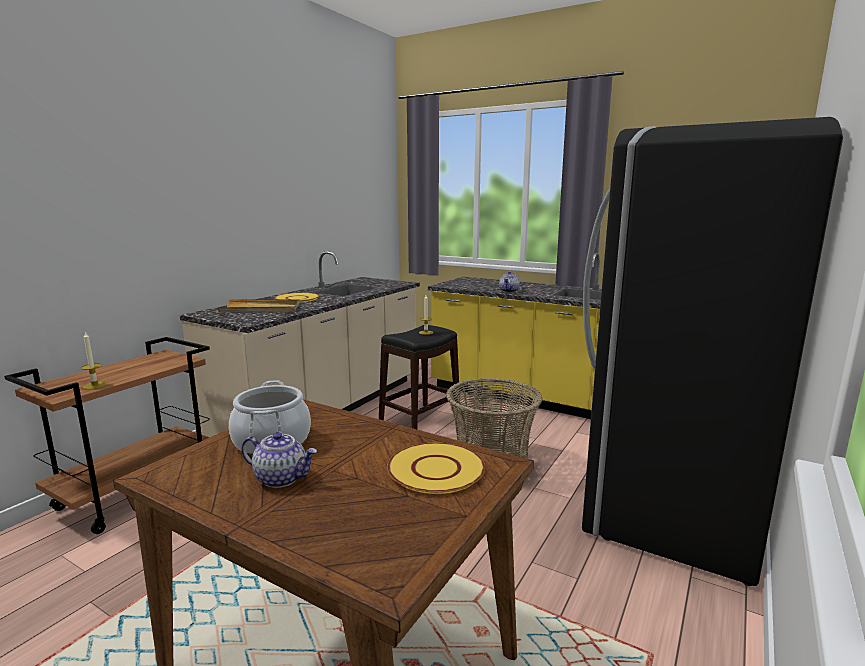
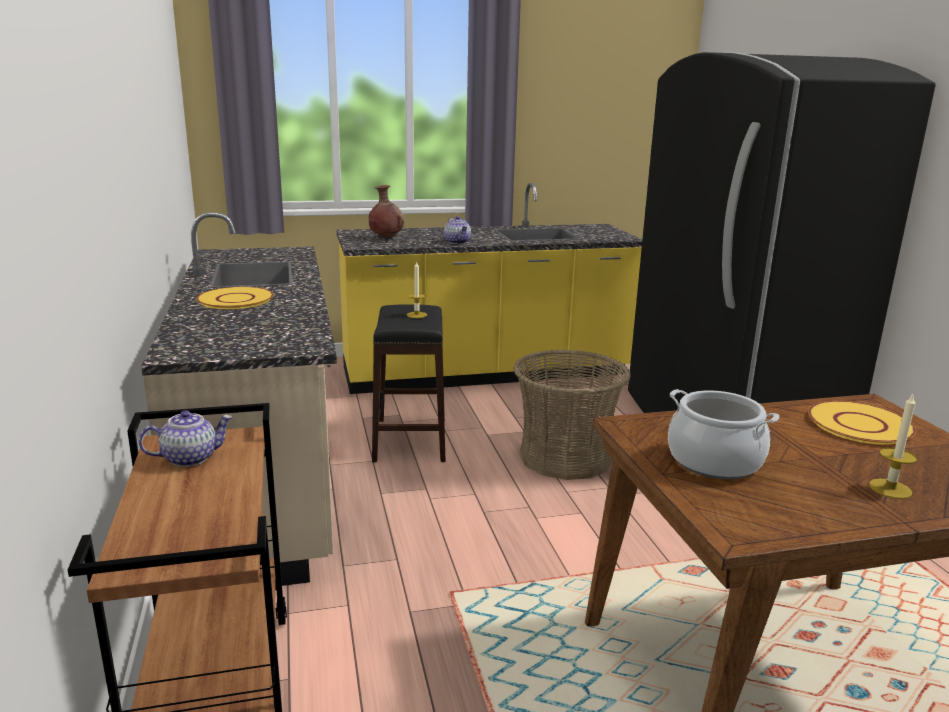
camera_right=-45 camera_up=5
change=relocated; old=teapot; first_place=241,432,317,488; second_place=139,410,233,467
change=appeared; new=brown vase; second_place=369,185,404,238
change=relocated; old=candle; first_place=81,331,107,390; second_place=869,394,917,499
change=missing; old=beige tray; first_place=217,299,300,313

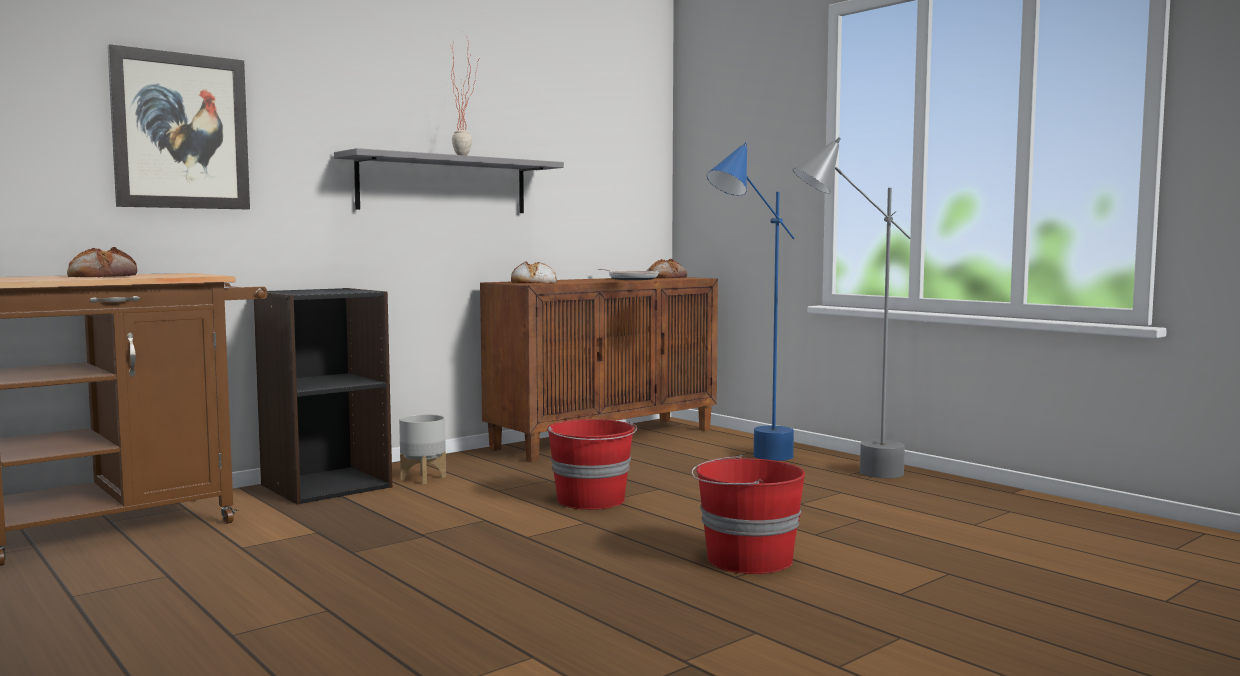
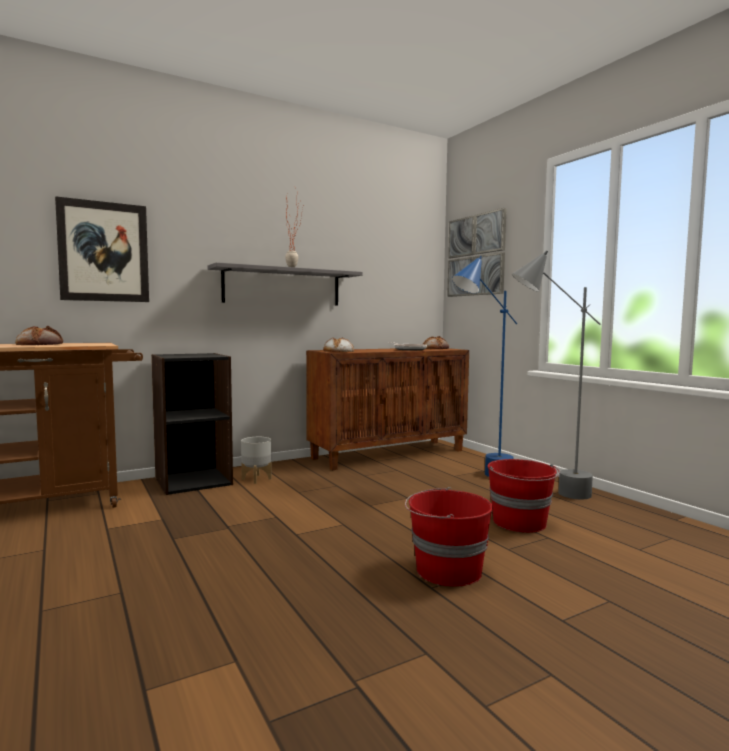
camera_right=10 camera_up=0
change=appeared; new=picture; second_place=447,208,507,297
change=relocated; old=red bucket; first_place=547,419,637,510; second_place=488,459,560,533

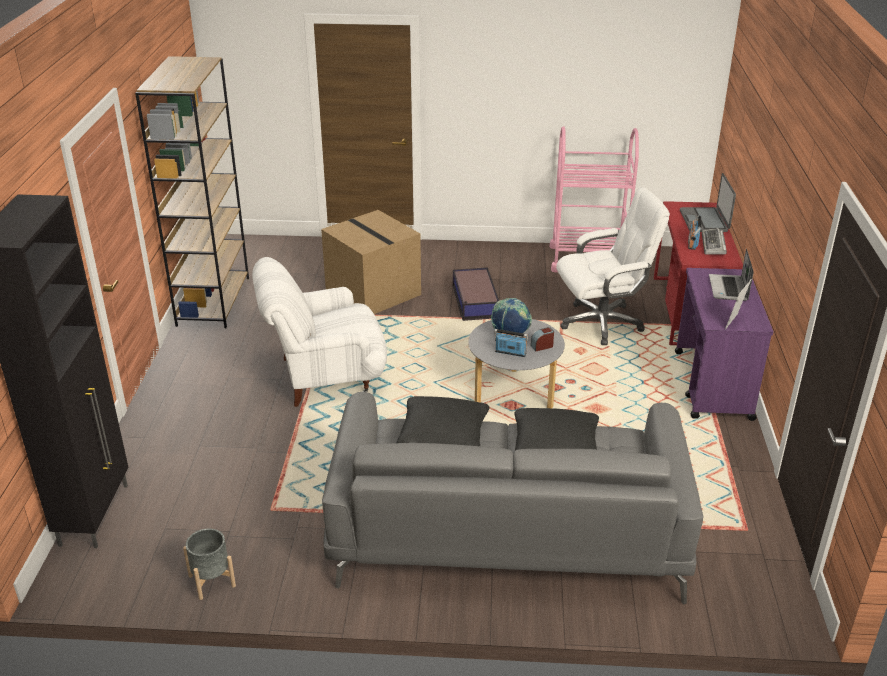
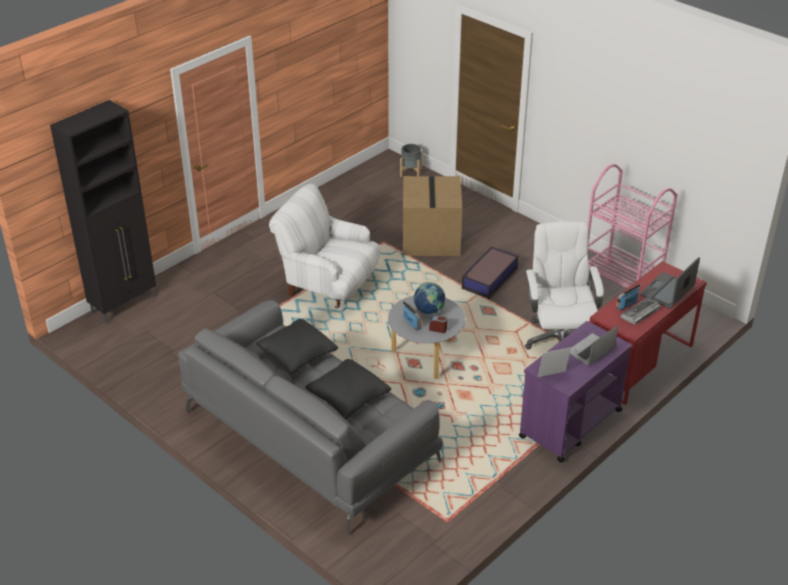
camera_right=40 camera_up=5
change=relocated; old=grey planter; first_place=183,528,236,600; second_place=400,144,422,177
change=spun; old=white office chair; first_place=556,187,670,345; second_place=525,221,604,350; degrees=-120
change=missing; old=brown bookcase; first_place=135,56,249,328

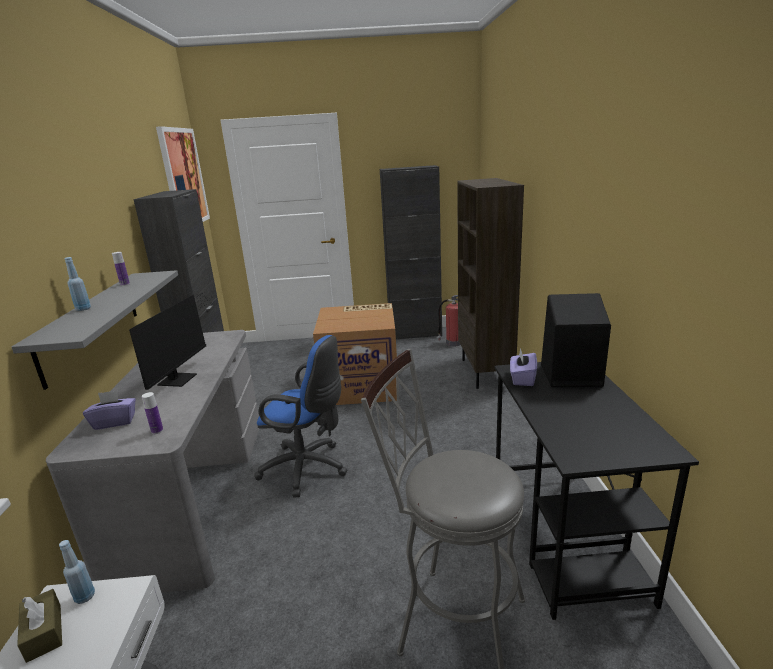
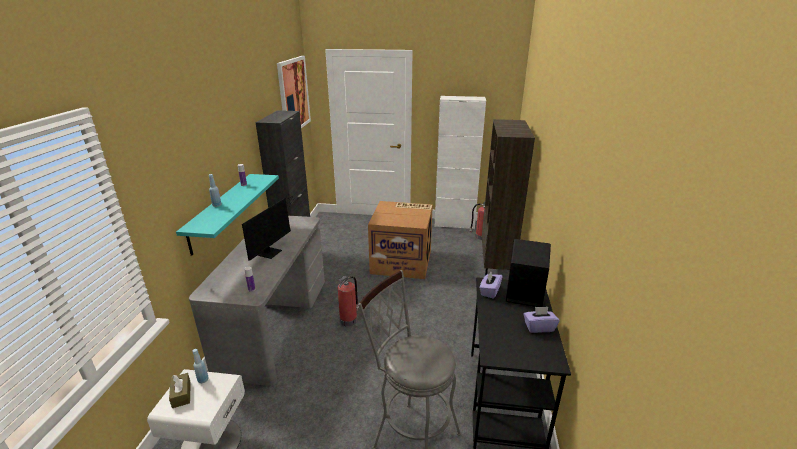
camera_right=10 camera_up=5
change=colour; old=grey shelf; new=turquoise shelf; first_place=12,270,178,390; second_place=176,174,279,256
change=exchanged; old=blue office chair; new=fire extinguisher; first_place=254,335,348,497; second_place=337,276,359,327
change=colour; old=black cabinet; new=white cabinet; first_place=380,165,442,339; second_place=435,96,486,229
change=relocated; old=purple tissue box; first_place=83,390,136,430; second_place=524,307,560,333

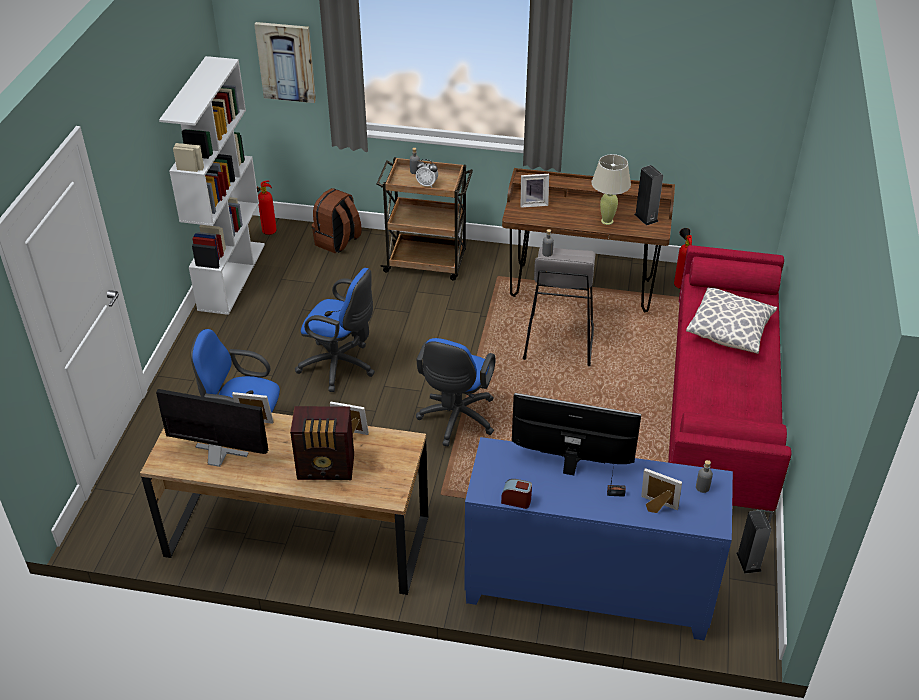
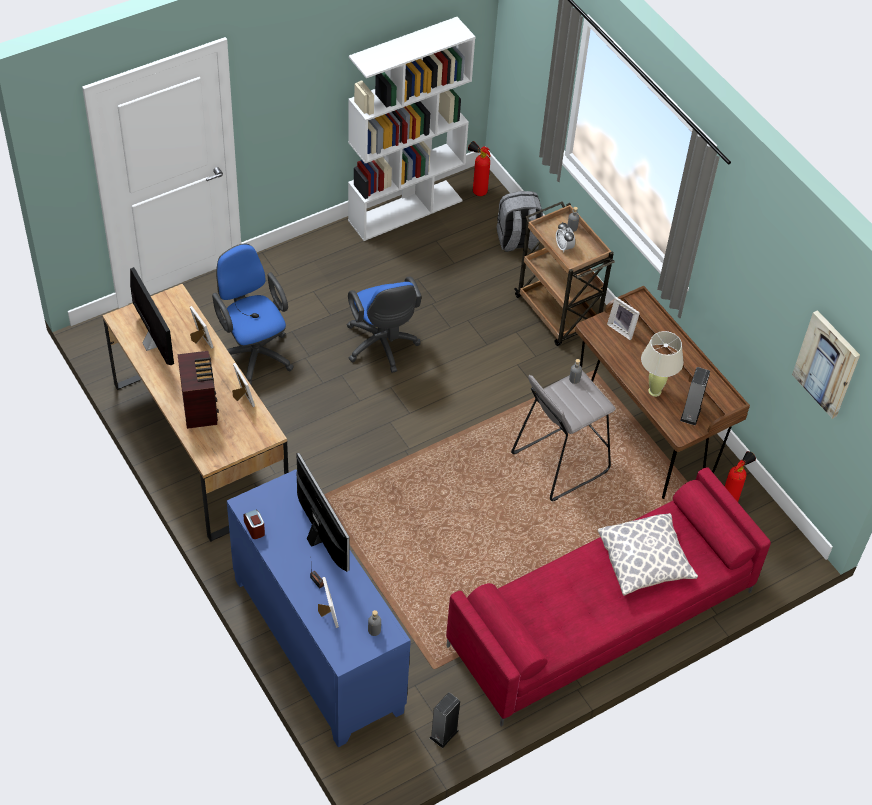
camera_right=45 camera_up=10
change=spun; old=radio; first_place=290,406,354,480; second_place=178,351,219,429; degrees=-150
change=colour; old=brown backpack; new=grey backpack; first_place=312,188,362,253; second_place=497,191,543,252
change=relocated; old=picture; first_place=254,22,316,103; second_place=792,310,860,419
change=missing; old=blue office chair; first_place=416,338,496,446

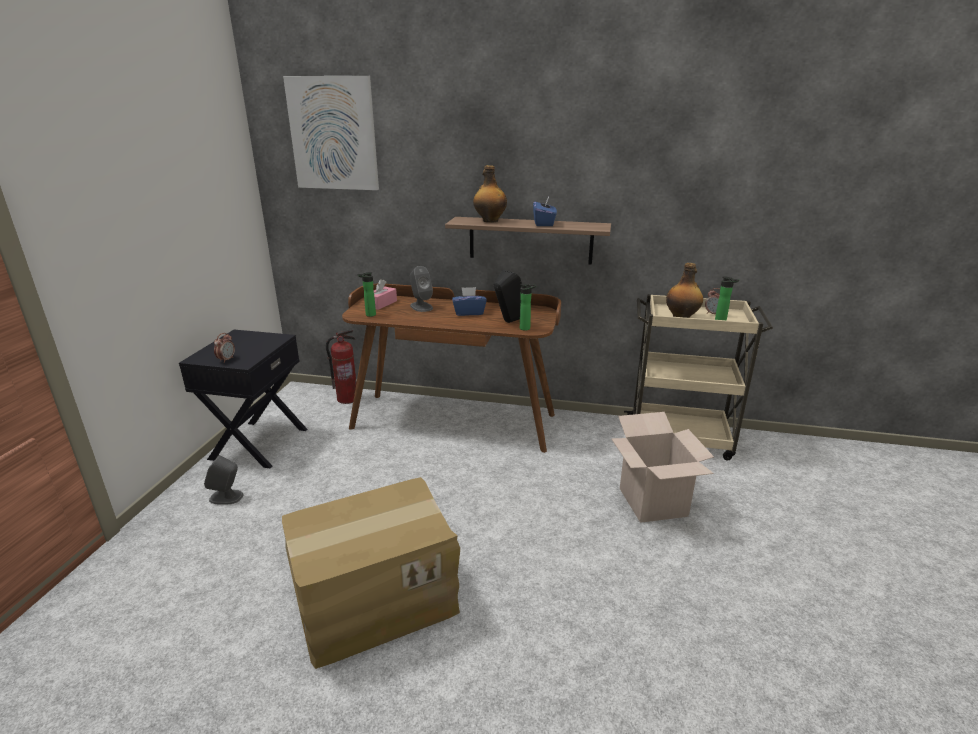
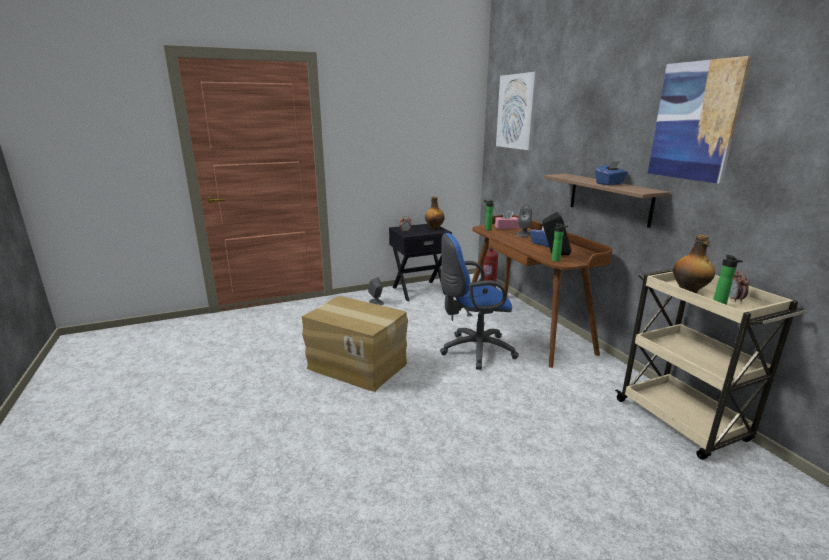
camera_right=55 camera_up=-5
change=relocated; old=bottle; first_place=473,165,507,222; second_place=425,197,445,230
change=appeared; new=blue office chair; second_place=440,233,519,370
change=appeared; new=picture; second_place=648,56,752,184
change=missing; old=cardboard box; first_place=611,412,714,523

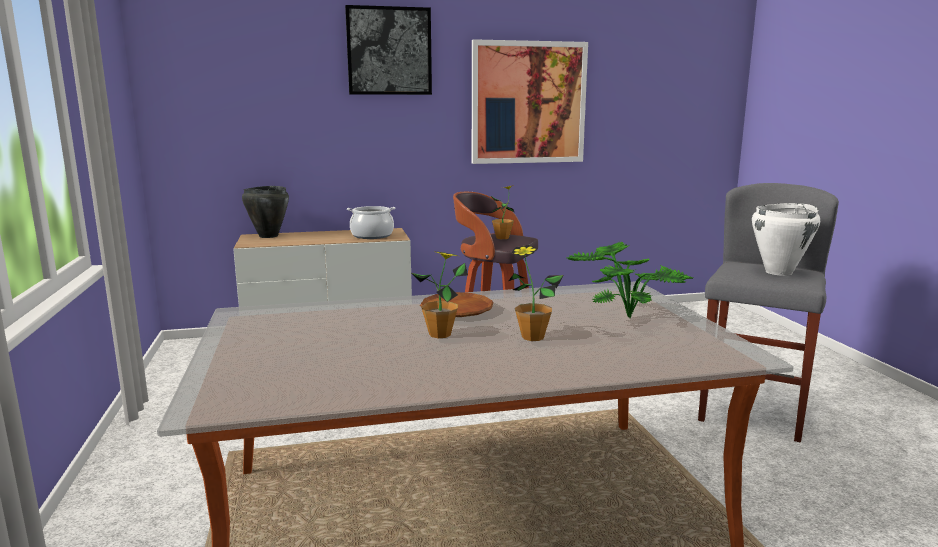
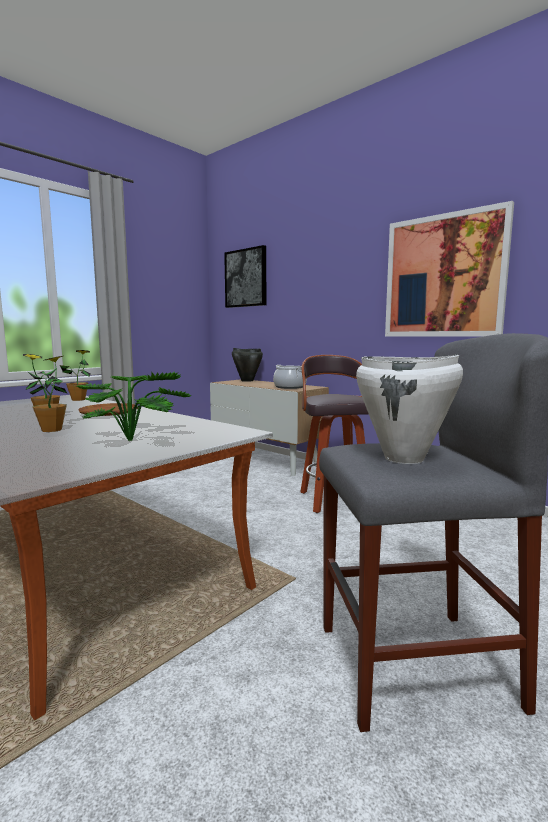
camera_right=55 camera_up=-5
change=relocated; old=potted plant; first_place=490,185,514,239; second_place=59,350,91,401
change=relocated; old=picture; first_place=345,5,432,95; second_place=224,245,266,308

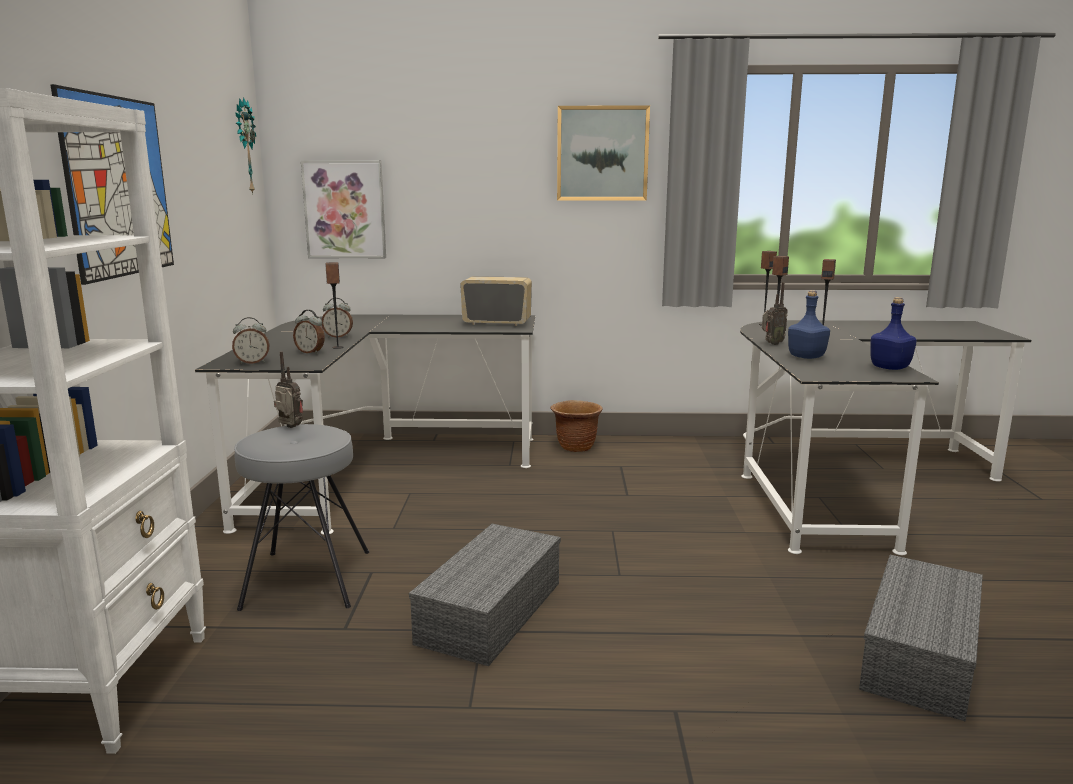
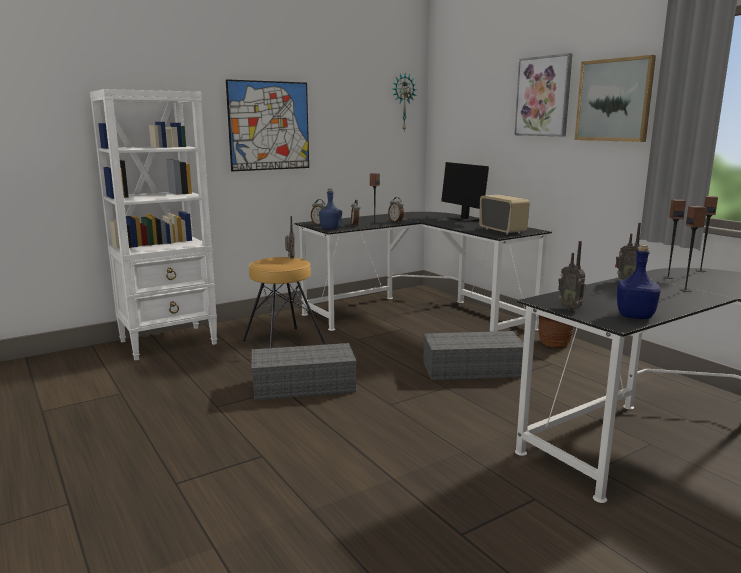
camera_right=55 camera_up=0
change=colour; old=grey stool; new=brown stool; first_place=234,424,369,611; second_place=243,257,325,348
change=relocated; old=blue bottle; first_place=788,290,830,359; second_place=319,188,342,229
change=relocated; old=grey storage box; first_place=859,555,983,722; second_place=423,331,524,380
change=appeared; new=monitor; second_place=441,162,489,222
change=relocated; old=picture; first_place=301,160,386,258; second_place=514,53,572,136
change=appeared; new=radio; second_place=558,241,586,310

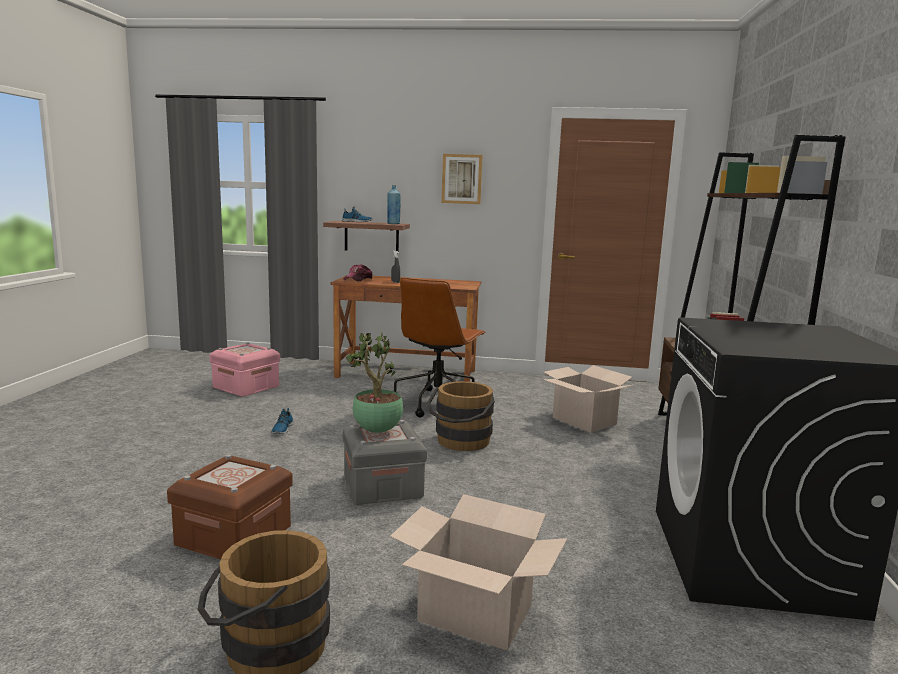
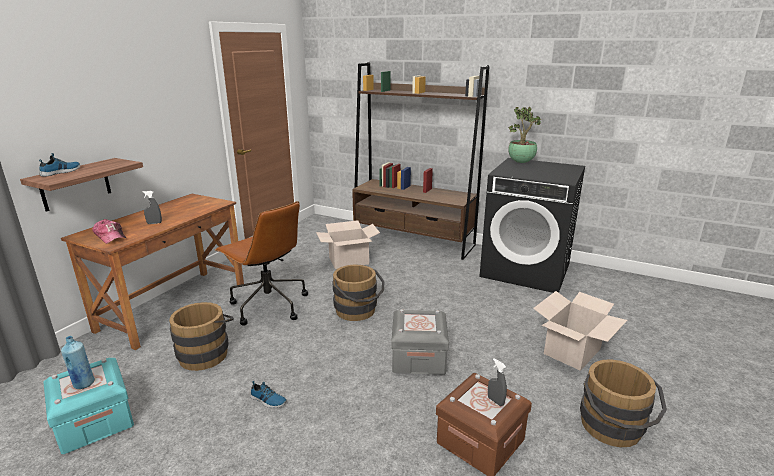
camera_right=-70 camera_up=10
change=colour; old=pink storage box; new=turquoise storage box; first_place=209,342,280,397; second_place=43,358,134,454
change=relocated; old=blue bottle; first_place=387,185,401,224; second_place=61,336,95,389
change=appeared; new=brown bucket; second_place=169,302,234,371
change=appeared; new=grey spray bottle; second_place=488,359,507,406
change=relocated; old=potted plant; first_place=346,332,403,433; second_place=508,107,541,163
change=missing; old=picture; first_place=441,154,483,204

